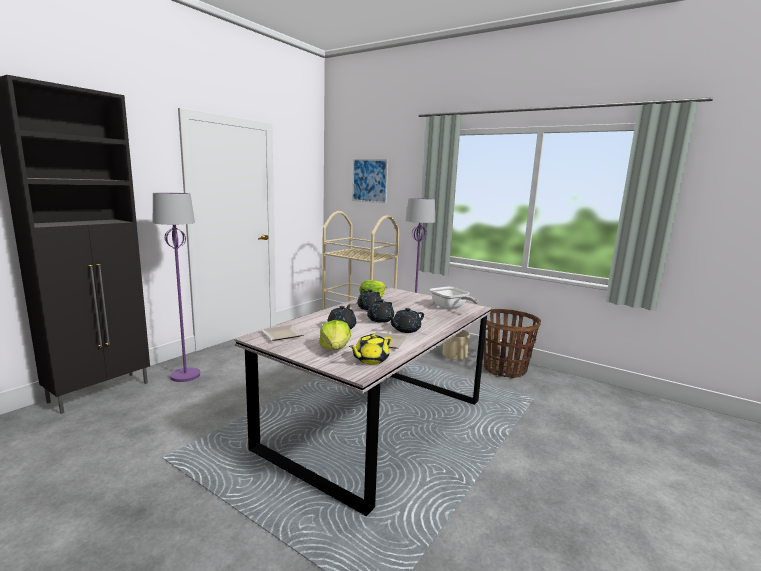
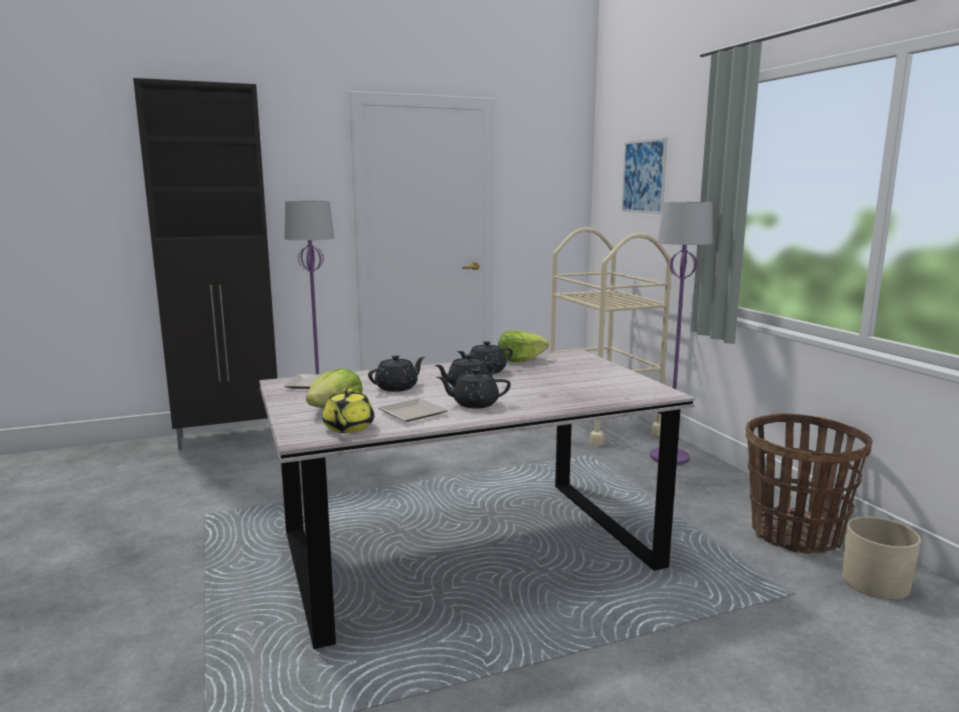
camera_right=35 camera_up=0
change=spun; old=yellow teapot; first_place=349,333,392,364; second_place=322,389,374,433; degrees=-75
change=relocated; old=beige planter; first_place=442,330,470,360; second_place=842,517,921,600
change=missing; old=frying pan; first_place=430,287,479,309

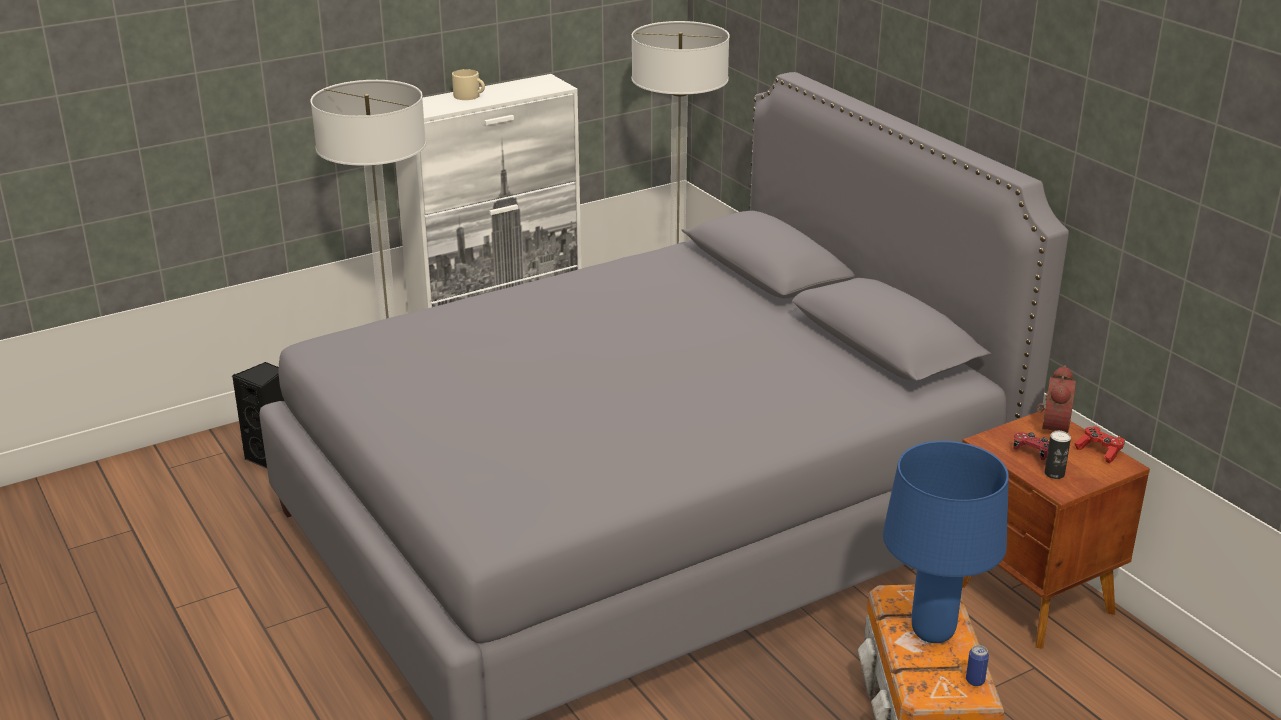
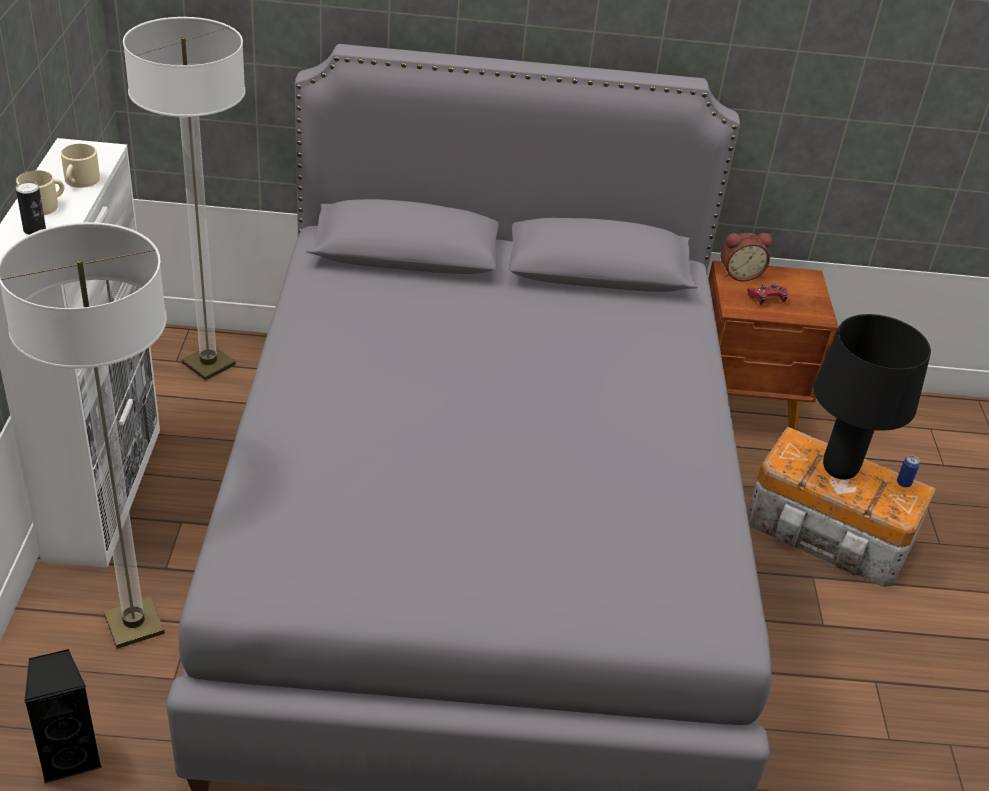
camera_right=-60 camera_up=10
change=relocated; old=can; first_place=1044,431,1071,479; second_place=16,181,46,235
change=appeared; new=beige mug; second_place=61,144,100,188
change=spun; old=alarm clock; first_place=1037,365,1076,433; second_place=721,233,772,281; degrees=120
change=colour; old=blue table lamp; new=black table lamp; first_place=883,441,1009,643; second_place=814,314,931,480
change=missing; old=red game controller; first_place=1075,426,1125,463

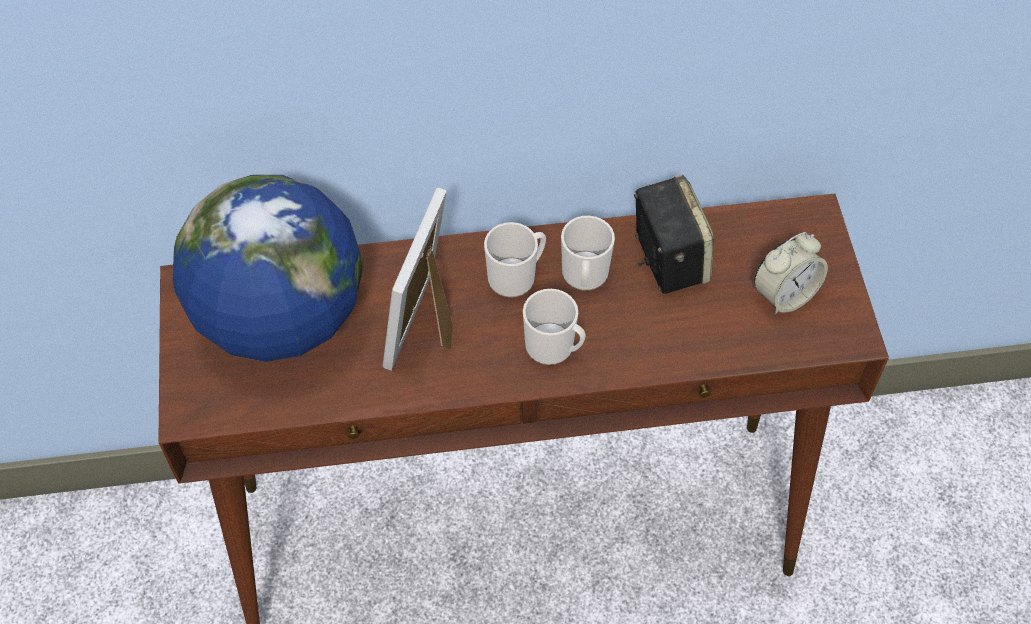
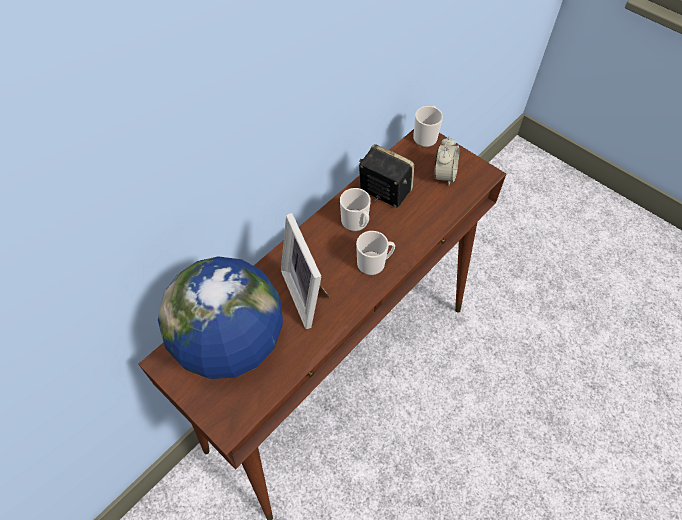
camera_right=-40 camera_up=0
change=relocated; old=mug; first_place=484,222,546,298; second_place=413,106,443,147

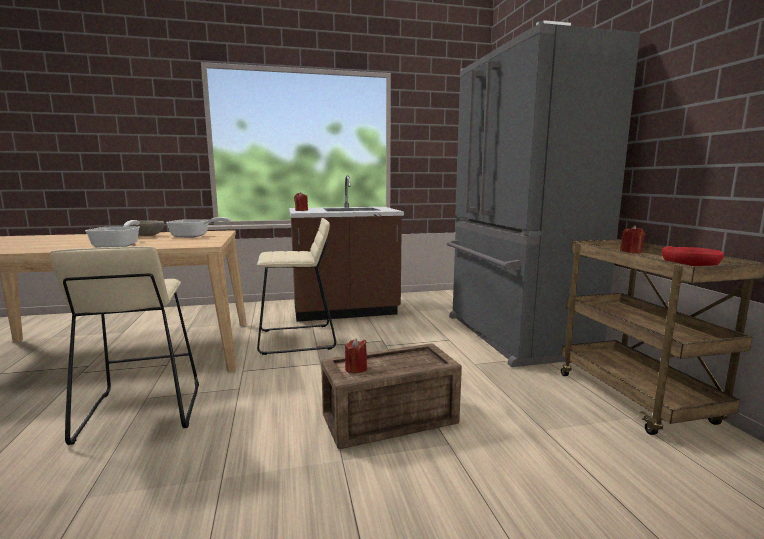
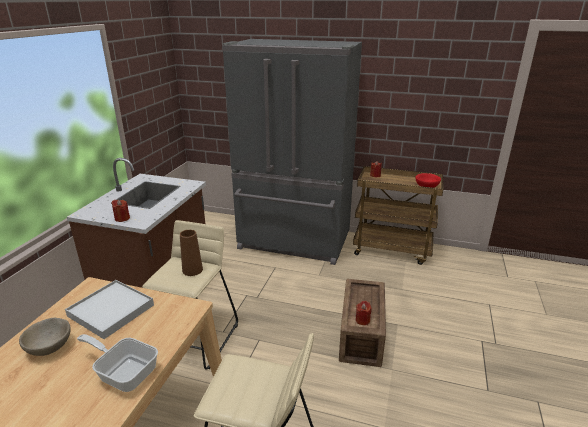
camera_right=-60 camera_up=15
change=exchanged; old=frying pan; new=white tray; first_place=166,217,231,238; second_place=65,280,154,339
change=appeared; new=brown vase; second_place=180,230,203,276

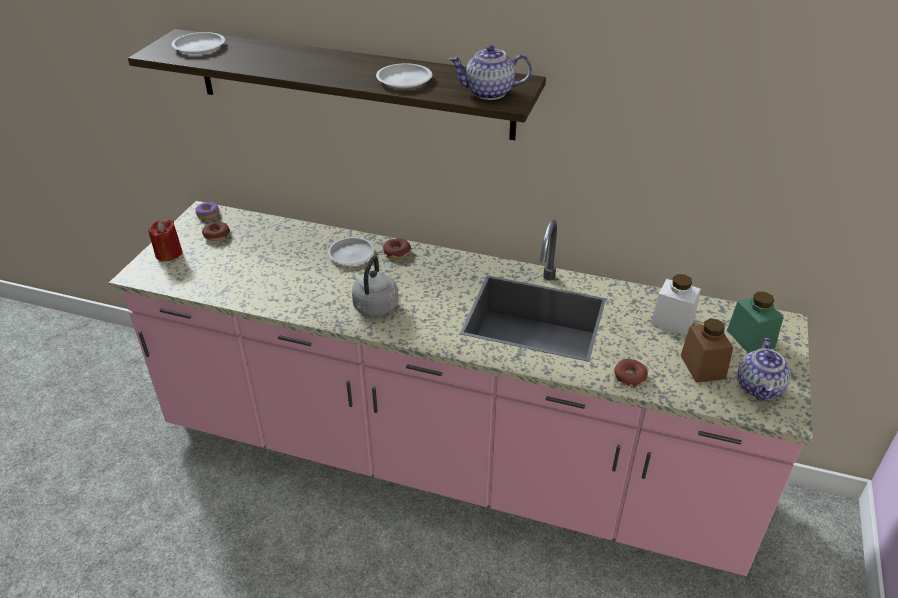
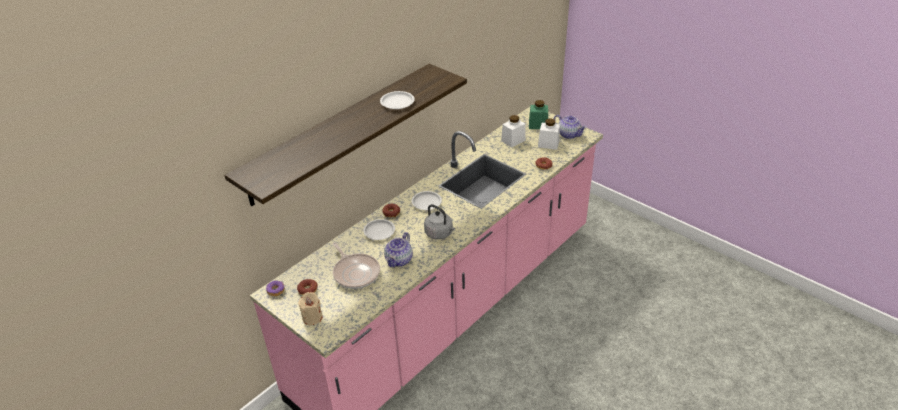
camera_right=-65 camera_up=0
change=colour; old=red candle; new=beige candle; first_place=148,219,183,262; second_place=298,292,323,325
change=appeared; new=frying pan; second_place=332,242,380,289
change=relocated; old=teapot; first_place=449,45,532,100; second_place=384,232,413,267
change=relocated; old=white plate; first_place=172,32,225,54; second_place=412,191,442,210
change=colour; old=brown jar; new=white jar; first_place=680,318,733,383; second_place=538,118,560,150

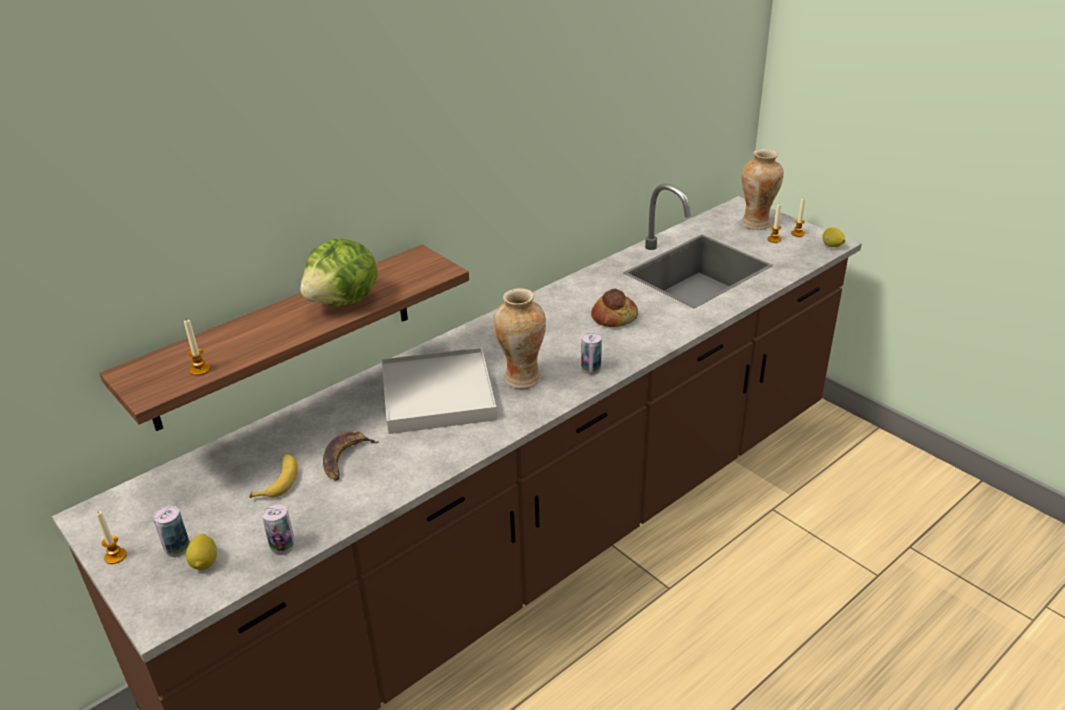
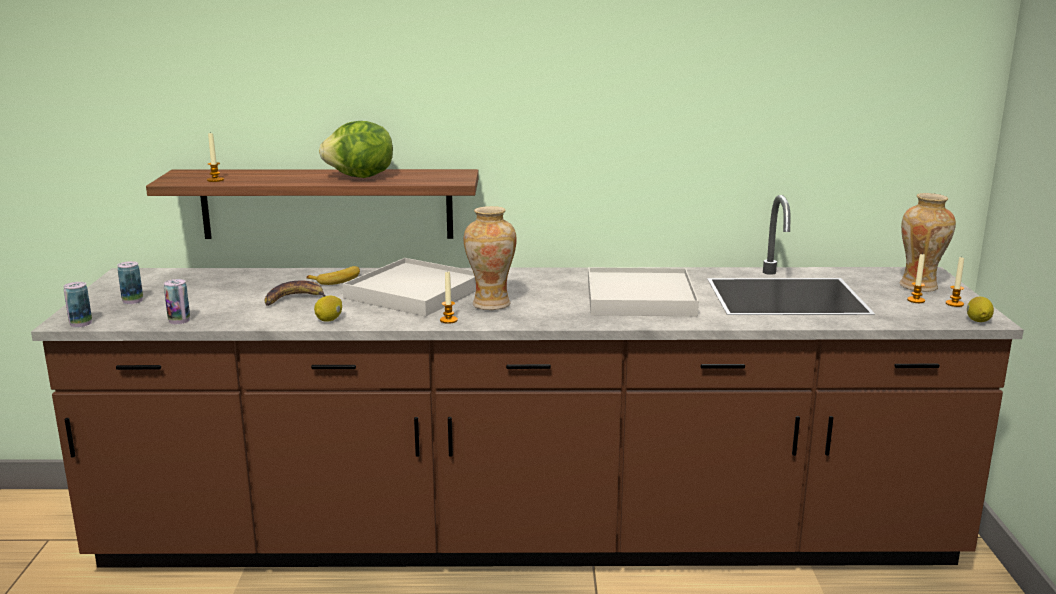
camera_right=40 camera_up=-15
change=relocated; old=can; first_place=581,333,602,375; second_place=63,282,92,328
change=relocated; old=banana; first_place=249,454,298,498; second_place=306,266,360,285
change=relocated; old=lemon; first_place=186,534,217,570; second_place=314,296,342,322
change=relocated; old=candle; first_place=96,511,127,564; second_place=440,270,458,324
change=exchanged; old=bread; new=white tray; first_place=591,289,638,327; second_place=588,267,699,316

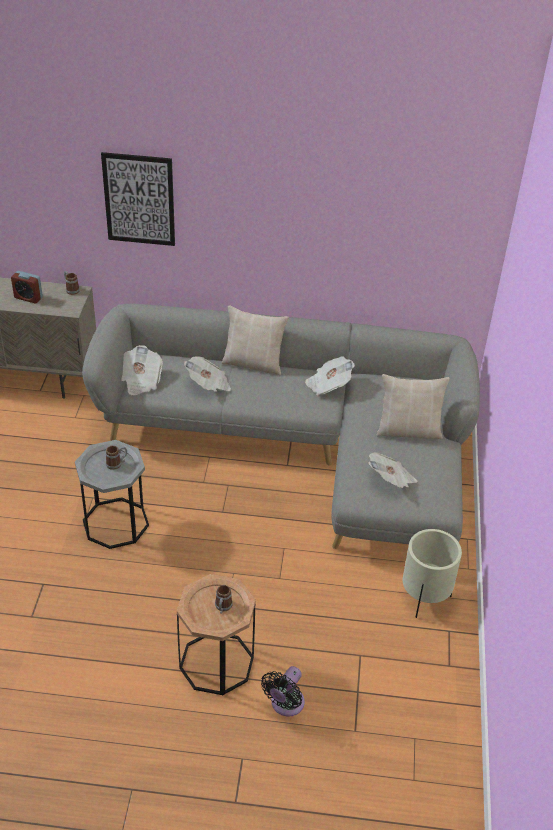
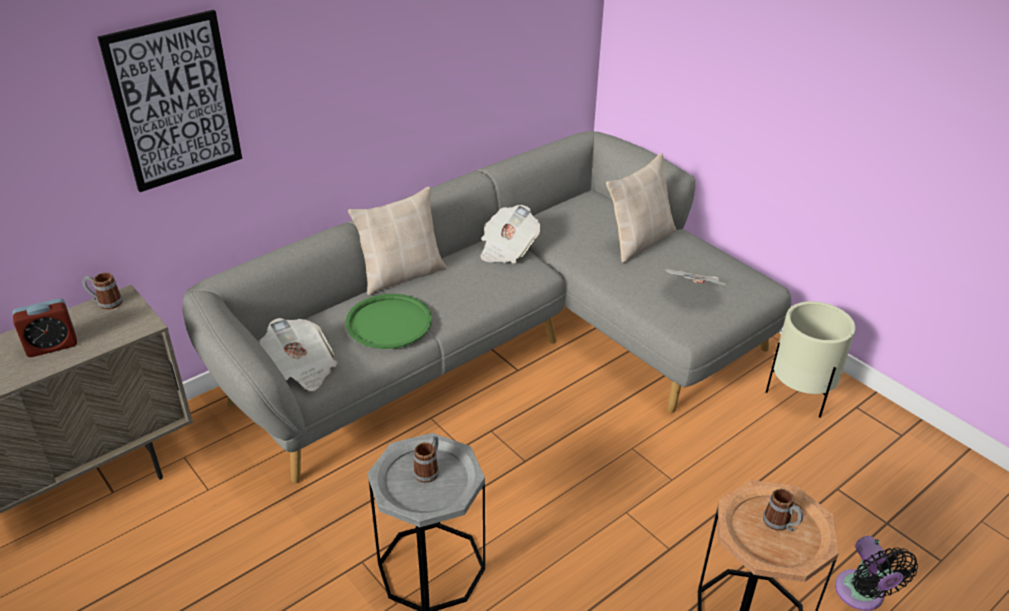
camera_right=-45 camera_up=-5
change=exchanged; old=newspaper; new=green tray; first_place=184,356,231,392; second_place=345,294,432,349

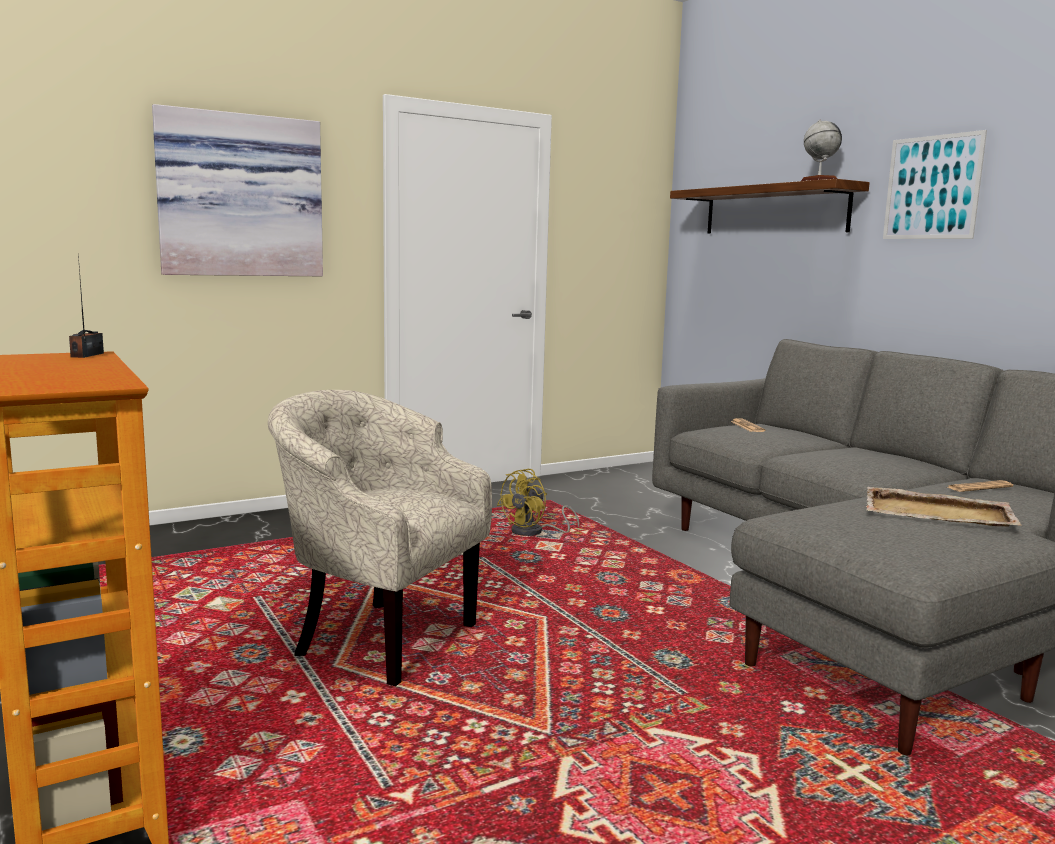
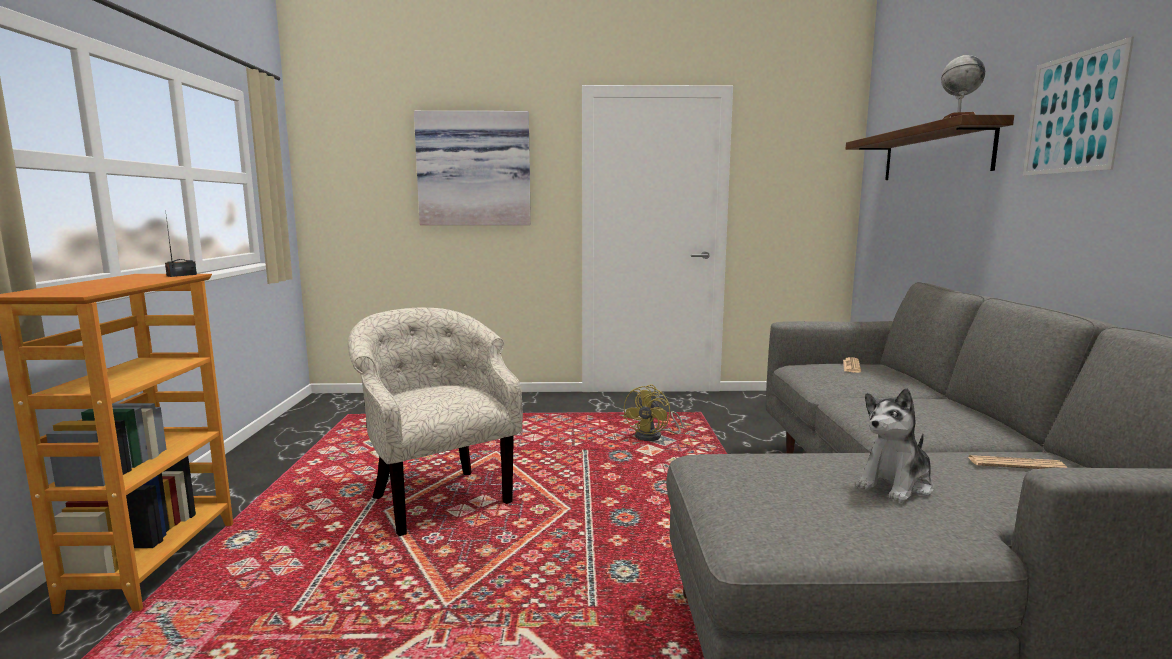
camera_right=30 camera_up=0
change=spun; old=yellow fan; first_place=497,469,579,536; second_place=623,385,683,441; degrees=-45
change=exchanged; old=beige tray; new=plush toy; first_place=866,487,1021,527; second_place=855,388,933,503

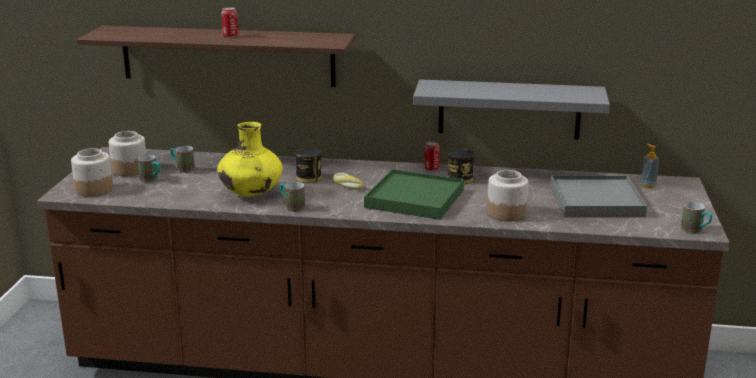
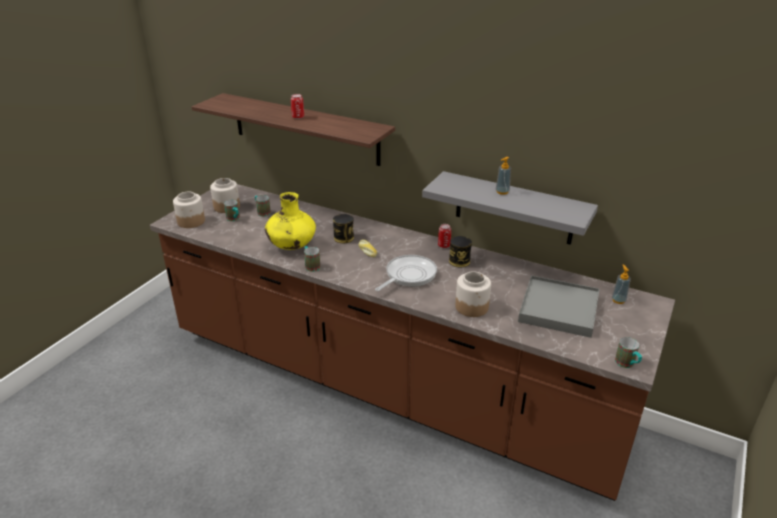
camera_right=20 camera_up=10
change=exchanged; old=green tray; new=frying pan; first_place=364,169,464,220; second_place=375,255,437,291
change=appeared; new=soap dispenser; second_place=496,157,511,195

